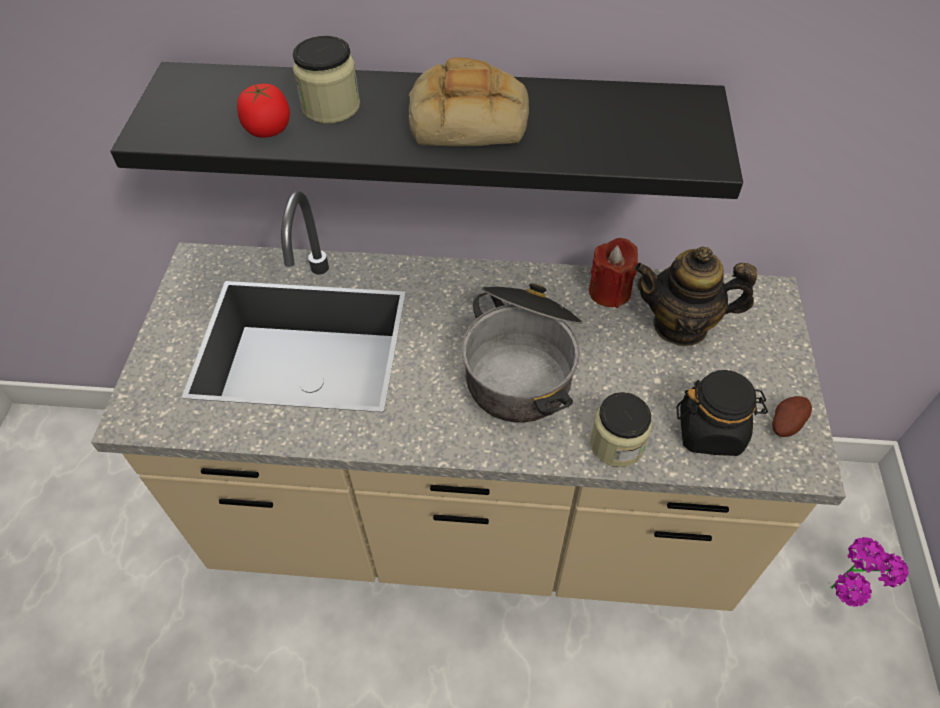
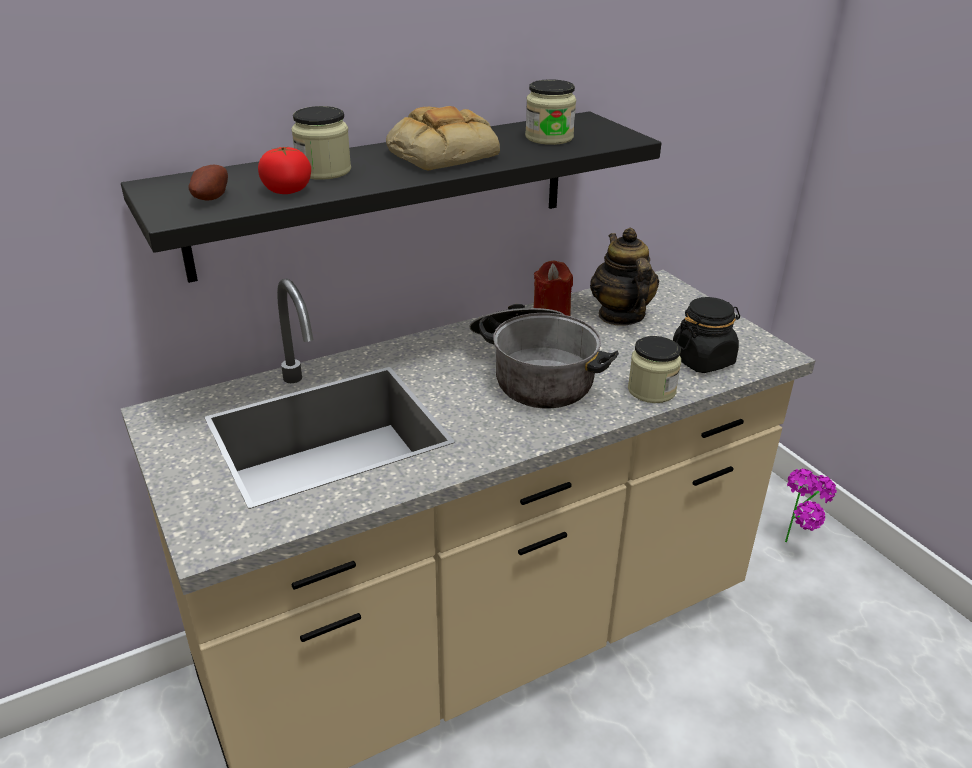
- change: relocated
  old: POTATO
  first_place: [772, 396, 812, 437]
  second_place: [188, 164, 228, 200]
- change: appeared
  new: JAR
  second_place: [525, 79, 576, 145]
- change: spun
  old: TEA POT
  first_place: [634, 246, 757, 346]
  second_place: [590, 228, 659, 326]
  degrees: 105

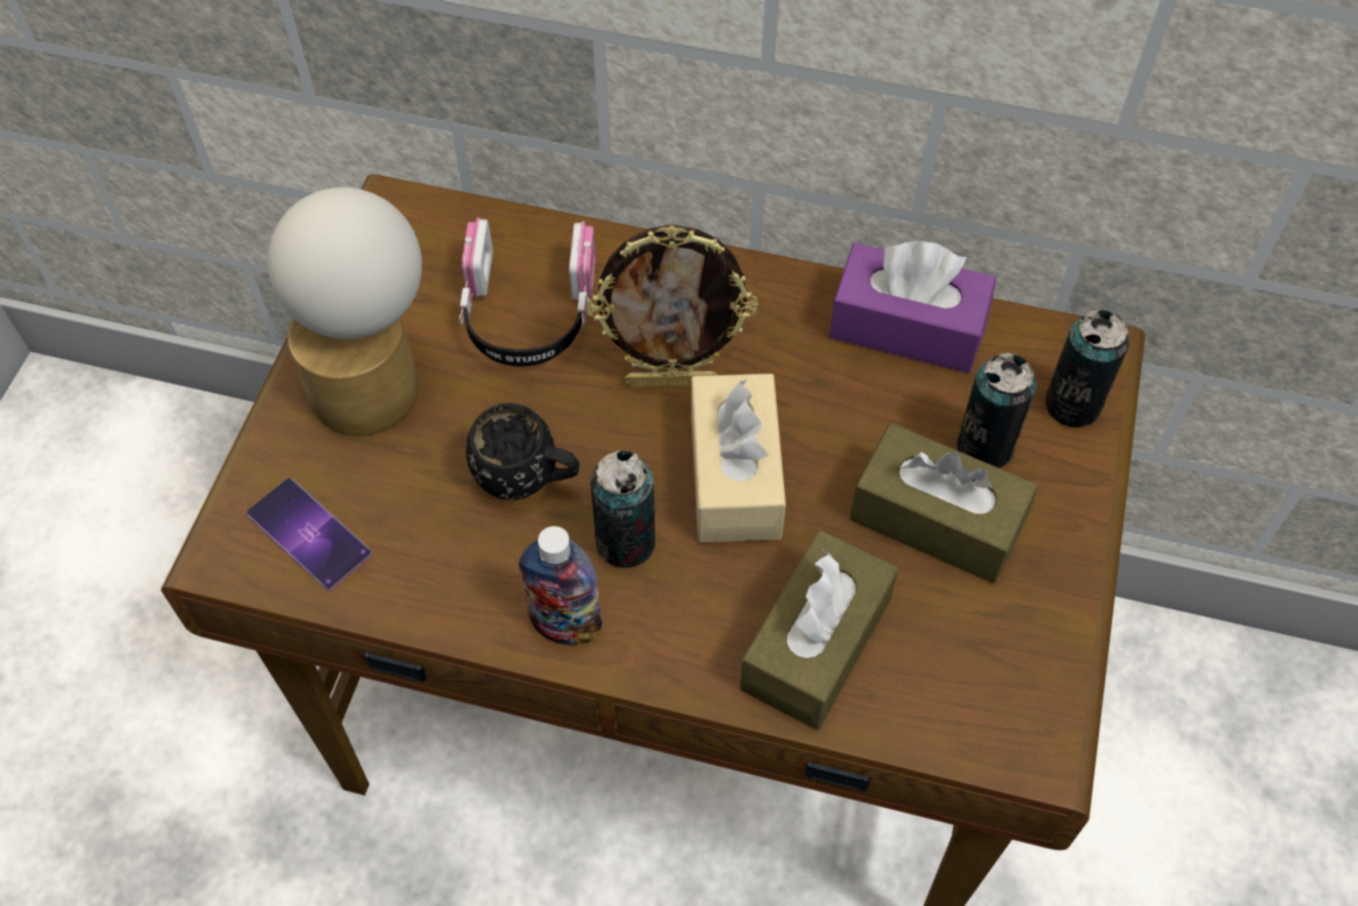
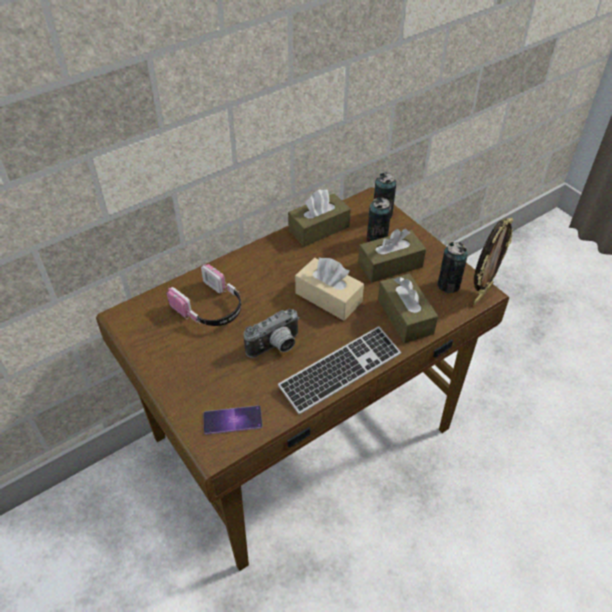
- change: exchanged
  old: BLACK-COLOURED MUG
  new: PHOTO CAMERA
  first_place: [466, 403, 579, 500]
  second_place: [243, 309, 299, 358]
- change: exchanged
  old: BOTTLE
  new: KEYBOARD
  first_place: [519, 526, 602, 645]
  second_place: [278, 326, 401, 415]
- change: colour
  old: PURPLISH BOX OF TISSUES
  new: BROWN-COLOURED BOX OF TISSUES
  first_place: [829, 241, 996, 373]
  second_place: [288, 189, 351, 247]
- change: relocated
  old: METAL CAN
  first_place: [591, 450, 656, 568]
  second_place: [438, 242, 468, 293]
- change: relocated
  old: STANDING FRAME
  first_place: [586, 224, 758, 388]
  second_place: [474, 217, 513, 306]
- change: missing
  old: TABLETOP LAMP
  first_place: [268, 187, 422, 436]

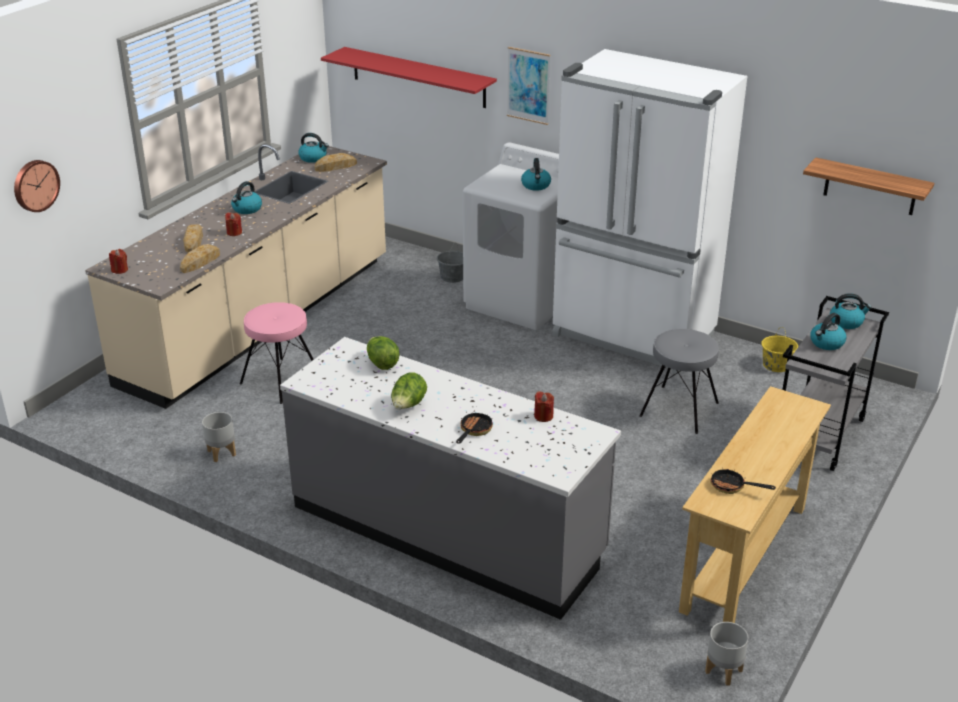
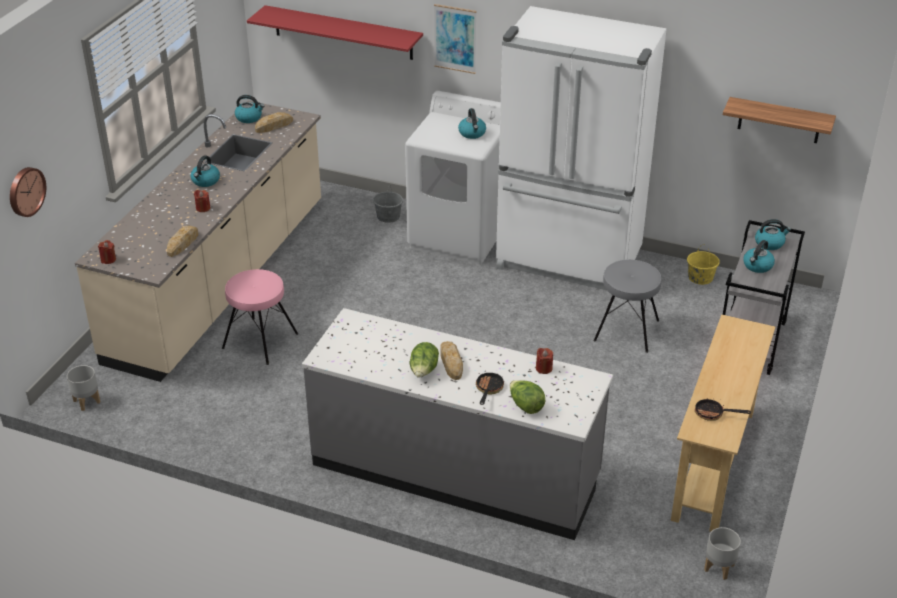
- change: relocated
  old: GRAY FLOWER POT
  first_place: [202, 412, 236, 462]
  second_place: [67, 365, 101, 411]
- change: relocated
  old: BAKERY BREAD
  first_place: [183, 224, 203, 253]
  second_place: [440, 341, 463, 380]
- change: relocated
  old: LETTUCE
  first_place: [367, 336, 400, 370]
  second_place: [510, 380, 545, 414]

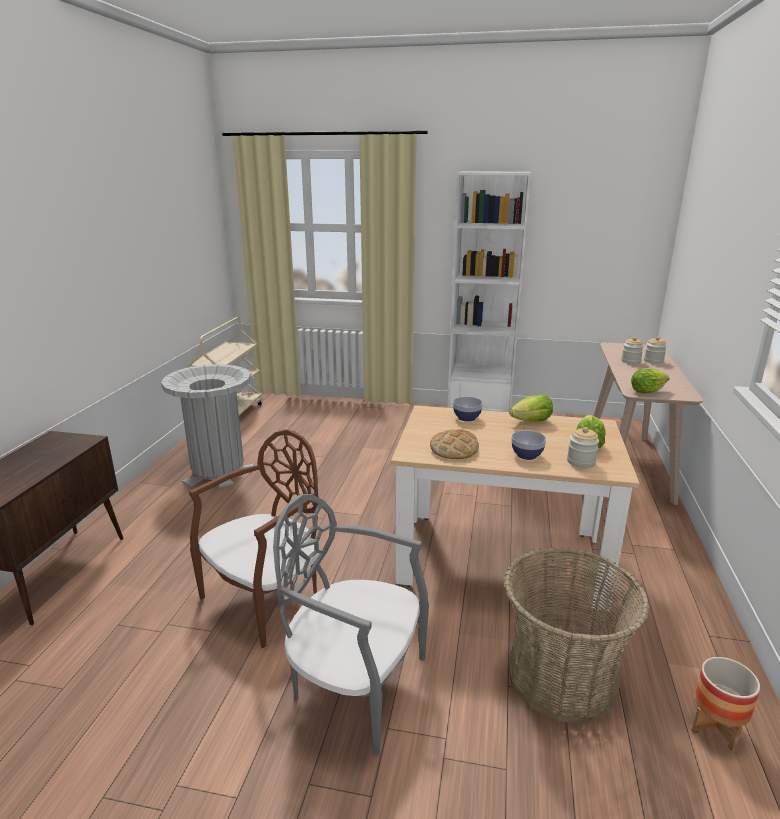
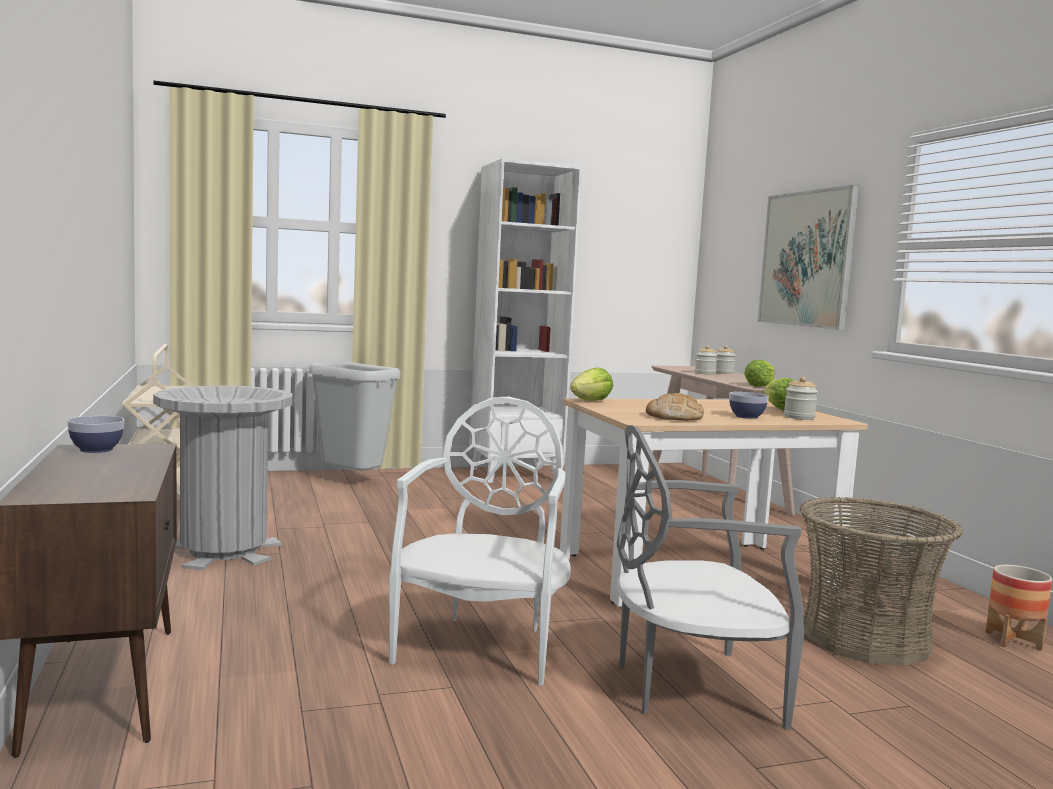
- change: relocated
  old: BOWL
  first_place: [453, 397, 483, 422]
  second_place: [67, 416, 124, 453]
- change: appeared
  new: GRAY WASTE BIN
  second_place: [309, 362, 401, 471]
- change: colour
  old: BROWN-COLOURED UPRIGHT CHAIR
  new: WHITE-COLOURED UPRIGHT CHAIR
  first_place: [189, 429, 319, 648]
  second_place: [389, 397, 571, 686]
- change: relocated
  old: LETTUCE
  first_place: [509, 394, 553, 422]
  second_place: [570, 368, 613, 401]
- change: appeared
  new: WALL PICTURE
  second_place: [758, 185, 859, 330]

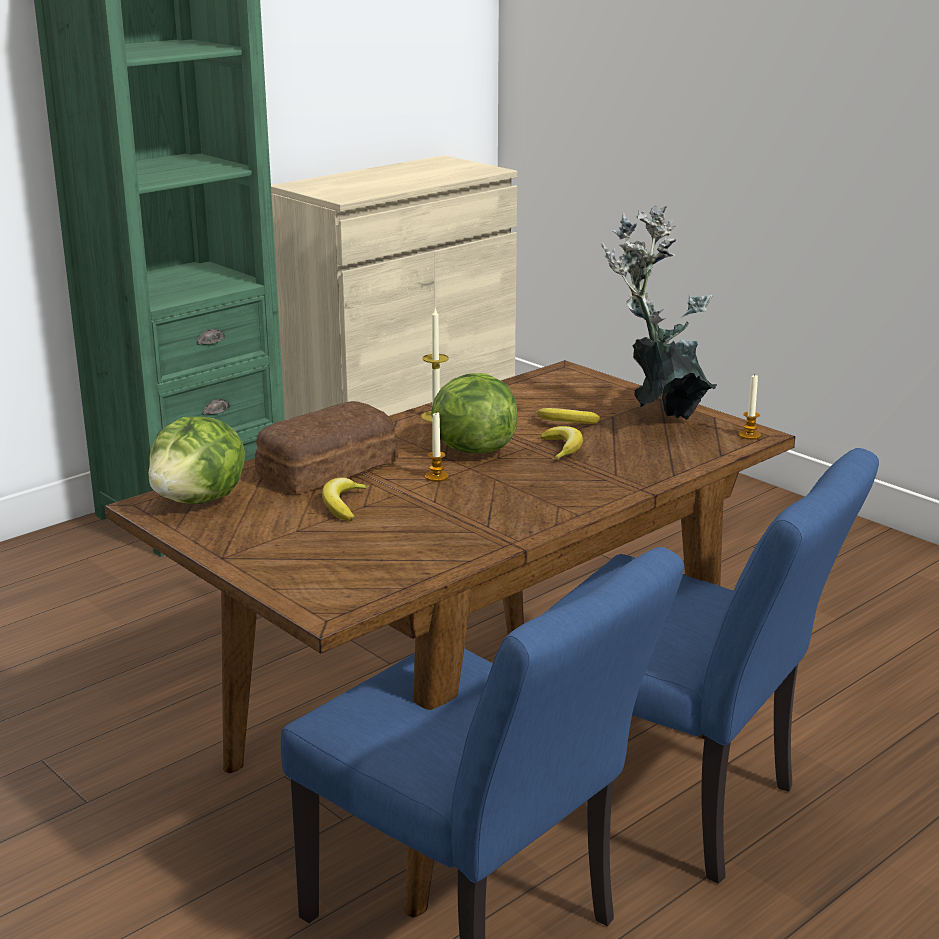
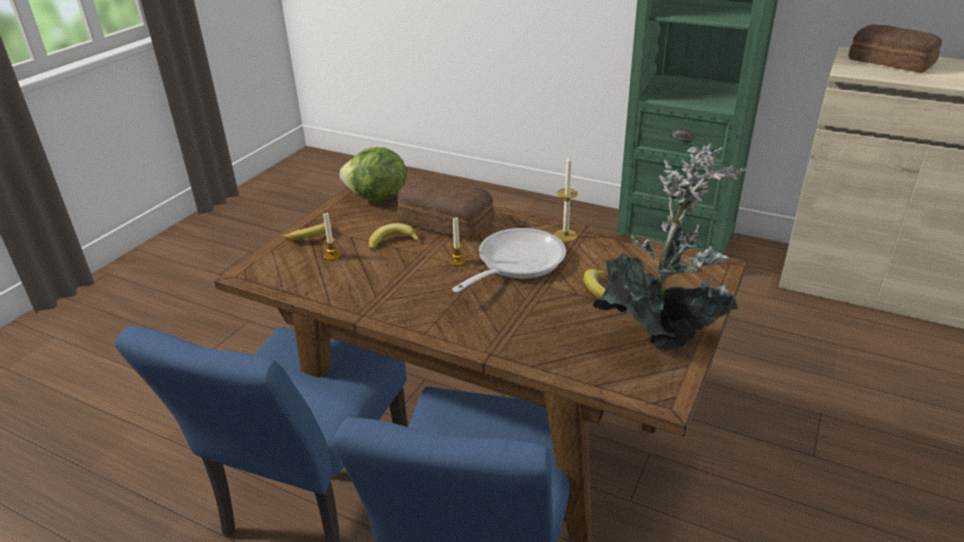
- change: relocated
  old: WHOLE BANANA
  first_place: [540, 426, 583, 460]
  second_place: [282, 223, 332, 240]
- change: relocated
  old: WAX LIGHT
  first_place: [739, 375, 761, 440]
  second_place: [323, 212, 341, 260]
- change: exchanged
  old: LETTUCE
  new: PAN
  first_place: [431, 373, 518, 453]
  second_place: [452, 228, 566, 293]
- change: appeared
  new: BAKERY BREAD
  second_place: [848, 25, 942, 73]

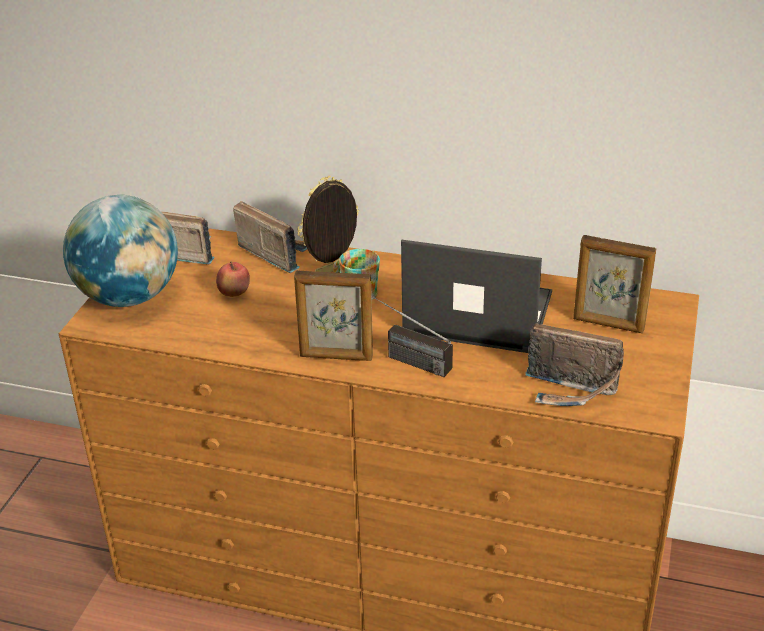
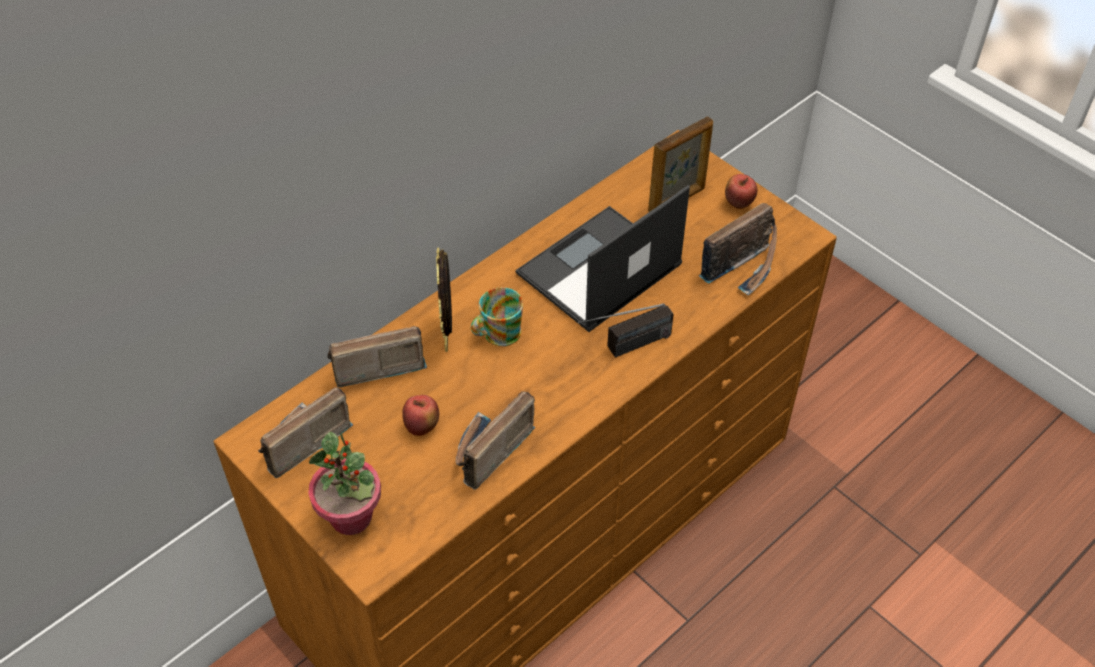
- change: exchanged
  old: DESK GLOBE
  new: POTTED PLANT
  first_place: [63, 195, 178, 307]
  second_place: [308, 432, 381, 535]
- change: appeared
  new: RADIO SET
  second_place: [456, 391, 535, 490]
- change: appeared
  new: WHOLE APPLE
  second_place: [725, 174, 757, 209]
- change: missing
  old: STANDING FRAME
  first_place: [294, 270, 373, 361]

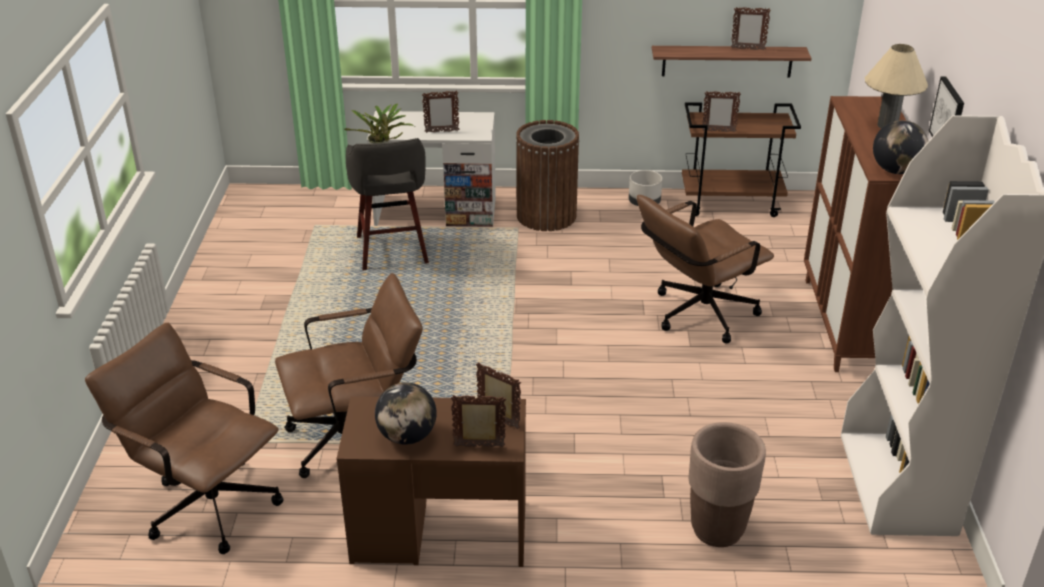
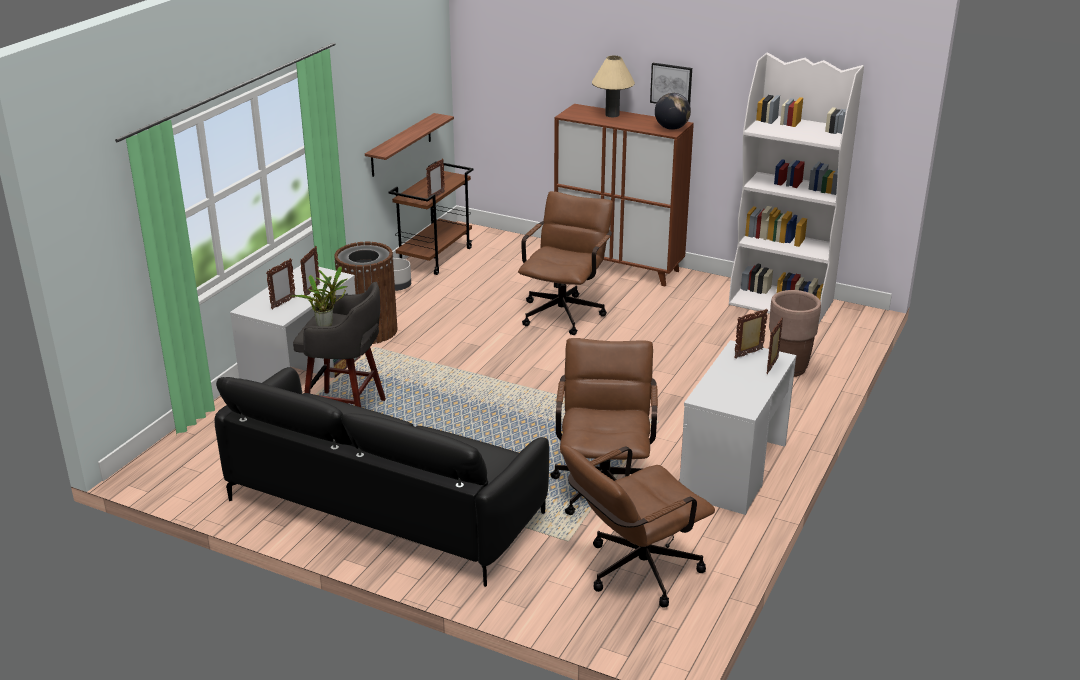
- change: appeared
  new: BLACK-COLOURED SETTEE
  second_place: [214, 367, 549, 587]
- change: relocated
  old: STANDING FRAME
  first_place: [731, 7, 771, 50]
  second_place: [266, 258, 295, 310]
- change: spun
  old: BROWN-COLOURED DESK CHAIR
  first_place: [637, 195, 774, 344]
  second_place: [518, 191, 613, 335]
  degrees: -150
- change: colour
  old: BROWN-COLOURED DESK TABLE
  new: WHITE-COLOURED DESK TABLE
  first_place: [336, 396, 526, 567]
  second_place: [680, 340, 796, 515]
- change: missing
  old: DESK GLOBE
  first_place: [375, 382, 437, 445]

